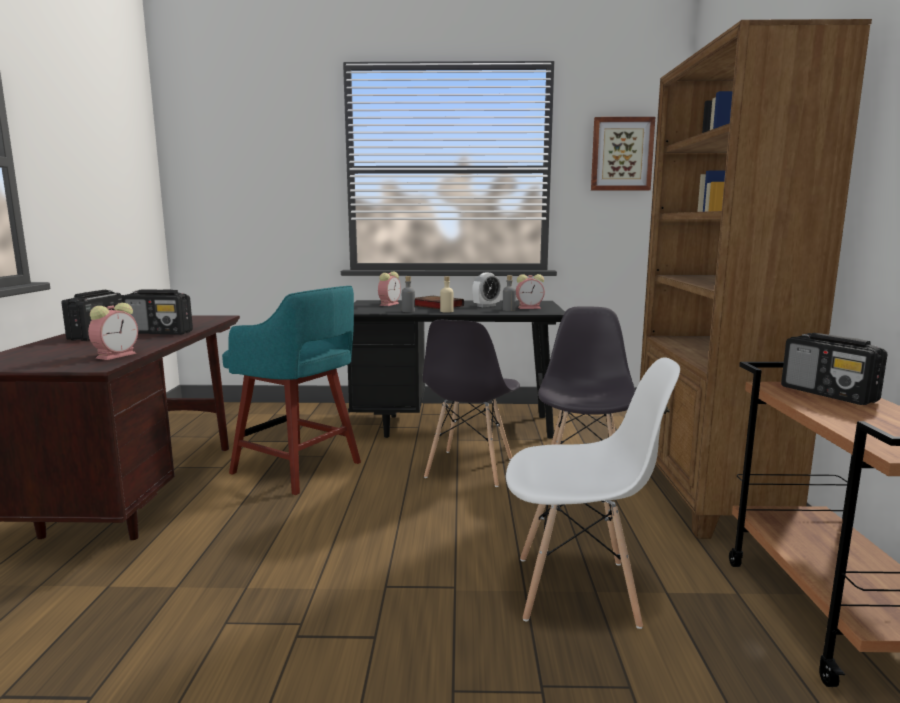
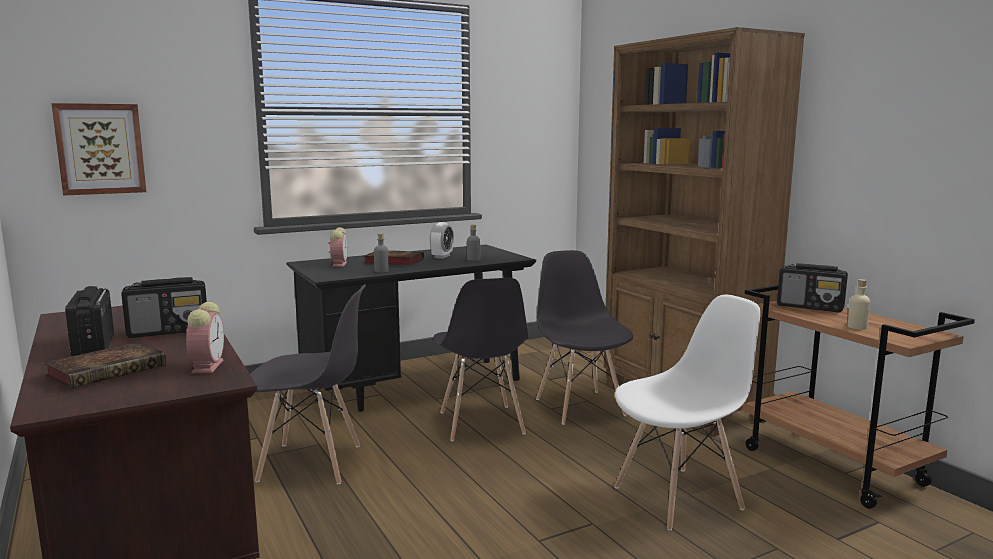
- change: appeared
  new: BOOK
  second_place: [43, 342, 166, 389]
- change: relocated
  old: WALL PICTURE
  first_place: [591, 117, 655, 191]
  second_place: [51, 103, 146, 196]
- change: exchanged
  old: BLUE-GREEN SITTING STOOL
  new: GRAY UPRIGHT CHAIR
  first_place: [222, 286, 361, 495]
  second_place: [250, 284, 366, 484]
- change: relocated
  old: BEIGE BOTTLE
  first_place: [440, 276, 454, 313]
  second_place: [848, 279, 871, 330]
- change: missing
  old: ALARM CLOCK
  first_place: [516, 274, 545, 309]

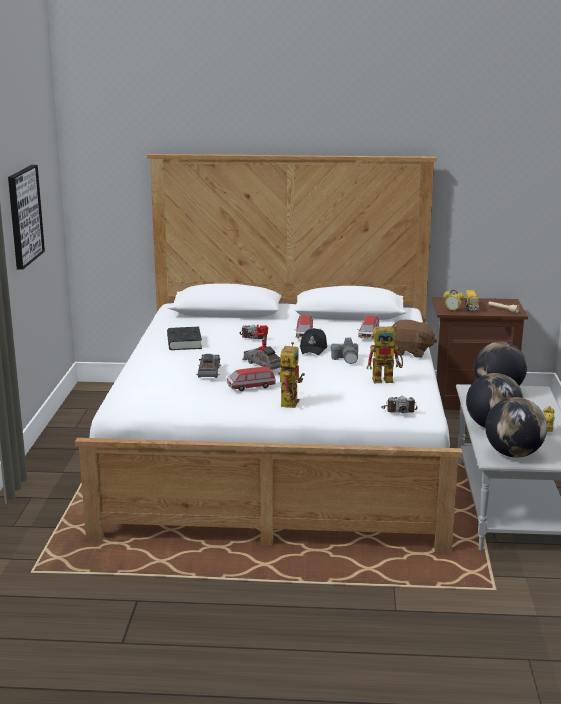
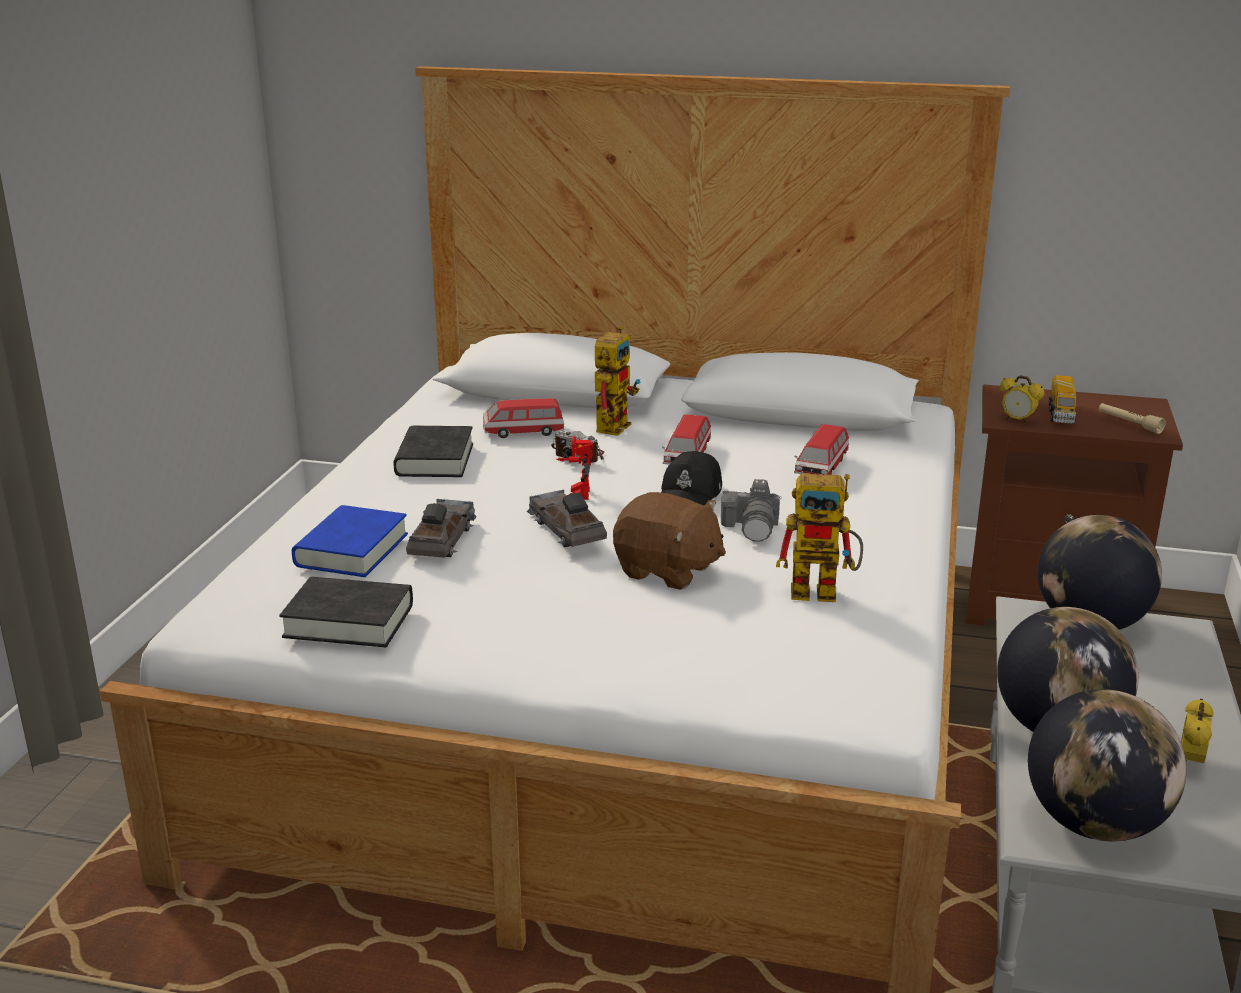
- change: appeared
  new: BLACK-COLOURED BOOK
  second_place: [279, 577, 413, 647]
- change: appeared
  new: BLUE-COLOURED BOOK
  second_place: [292, 505, 408, 577]
- change: relocated
  old: MINIATURE CAR
  first_place: [227, 367, 276, 391]
  second_place: [483, 398, 564, 438]
- change: relocated
  old: ROBOT FIGURE
  first_place: [278, 342, 305, 408]
  second_place: [595, 326, 640, 436]
- change: relocated
  old: BROWN-COLOURED PLUSH TOY
  first_place: [392, 320, 437, 358]
  second_place: [613, 492, 726, 590]
- change: missing
  old: WALL PICTURE
  first_place: [8, 165, 45, 270]
- change: missing
  old: PHOTO CAMERA
  first_place: [381, 396, 418, 413]

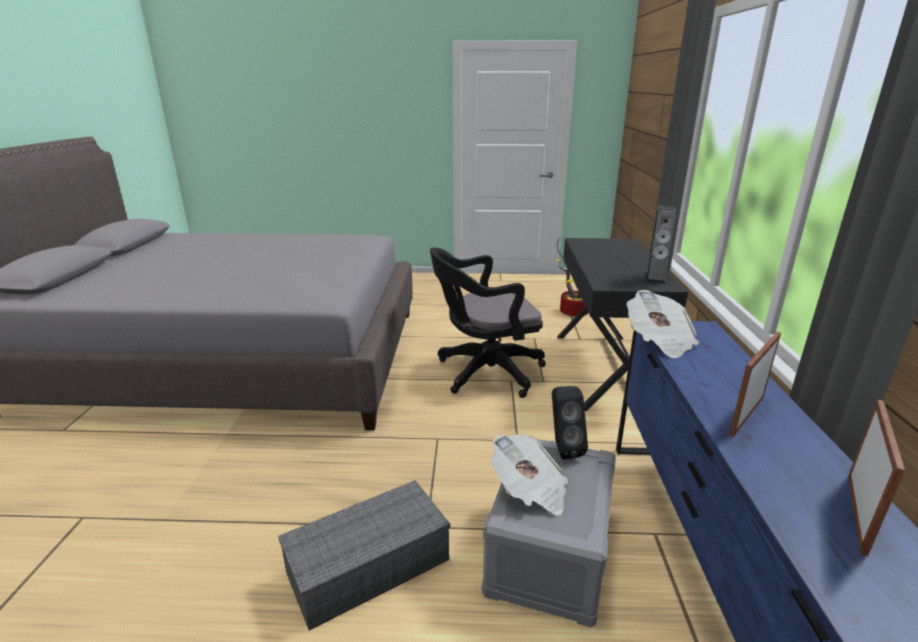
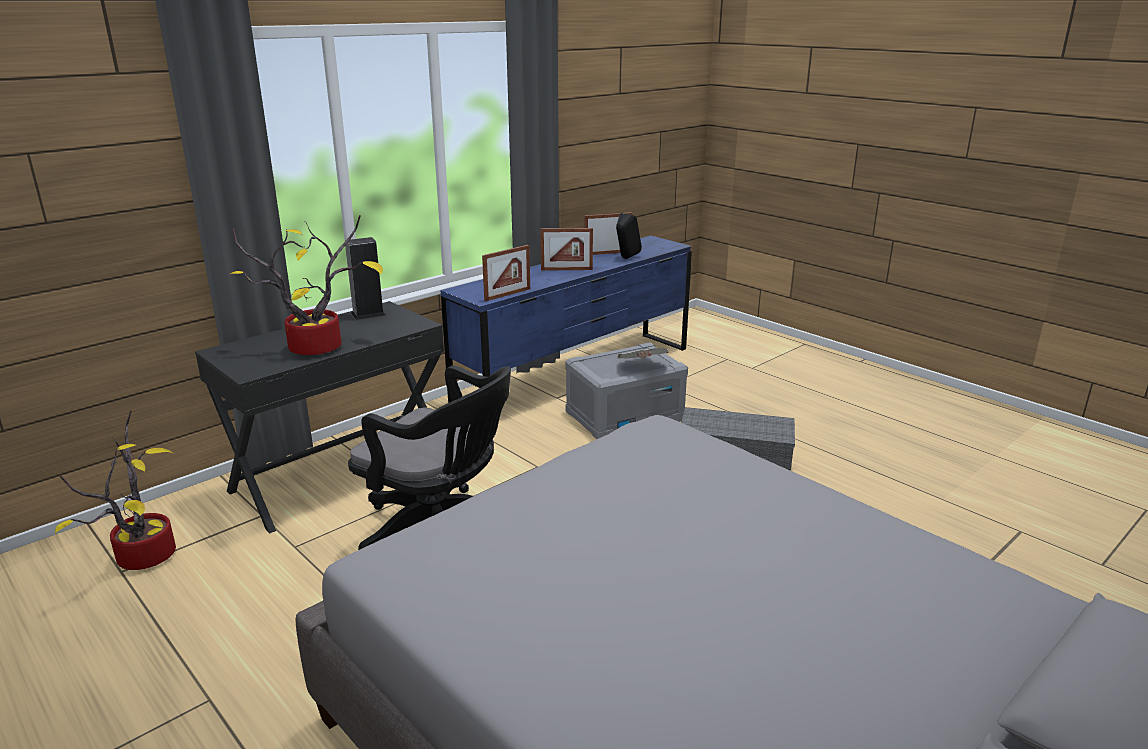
- change: appeared
  new: POTTED PLANT
  second_place: [230, 215, 383, 355]
- change: exchanged
  old: NEWSPAPER
  new: STANDING FRAME
  first_place: [626, 290, 699, 358]
  second_place: [482, 245, 530, 301]
- change: relocated
  old: BLACK-COLOURED SPEAKER
  first_place: [552, 386, 588, 460]
  second_place: [616, 213, 642, 259]

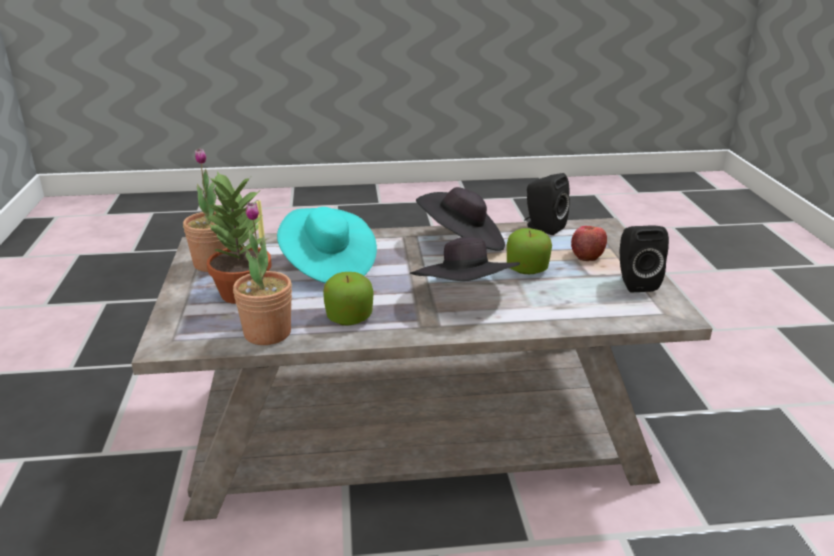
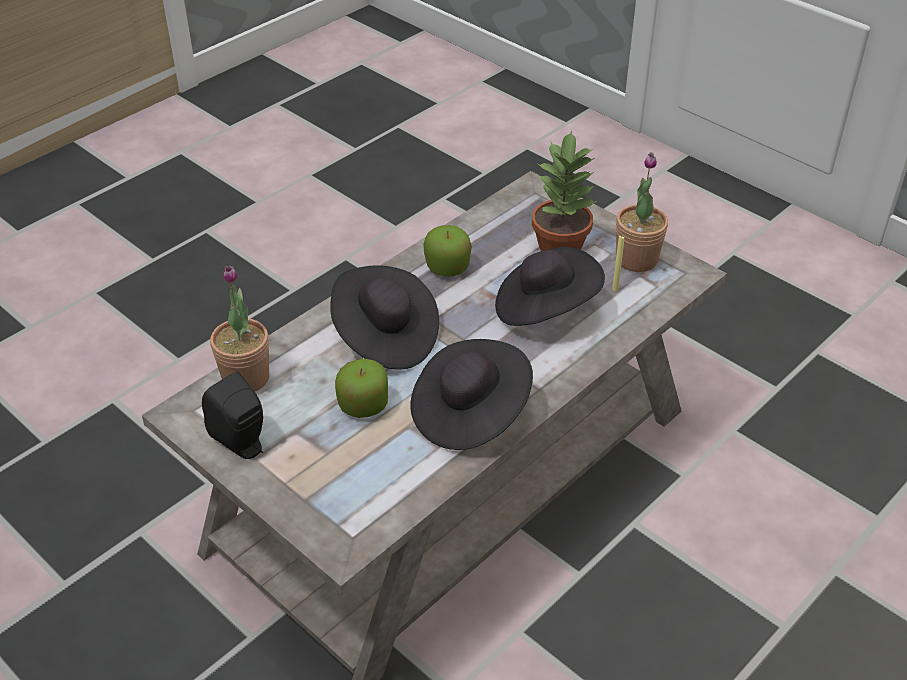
- change: relocated
  old: POTTED PLANT
  first_place: [233, 202, 292, 345]
  second_place: [210, 265, 269, 392]
- change: colour
  old: BLUE-GREEN CLOTHING HAT
  new: BLACK-COLOURED CLOTHING HAT
  first_place: [277, 207, 377, 283]
  second_place: [495, 247, 605, 326]
- change: missing
  old: BLACK-COLOURED SPEAKER
  first_place: [524, 173, 570, 235]
- change: missing
  old: WHOLE APPLE
  first_place: [571, 226, 607, 261]

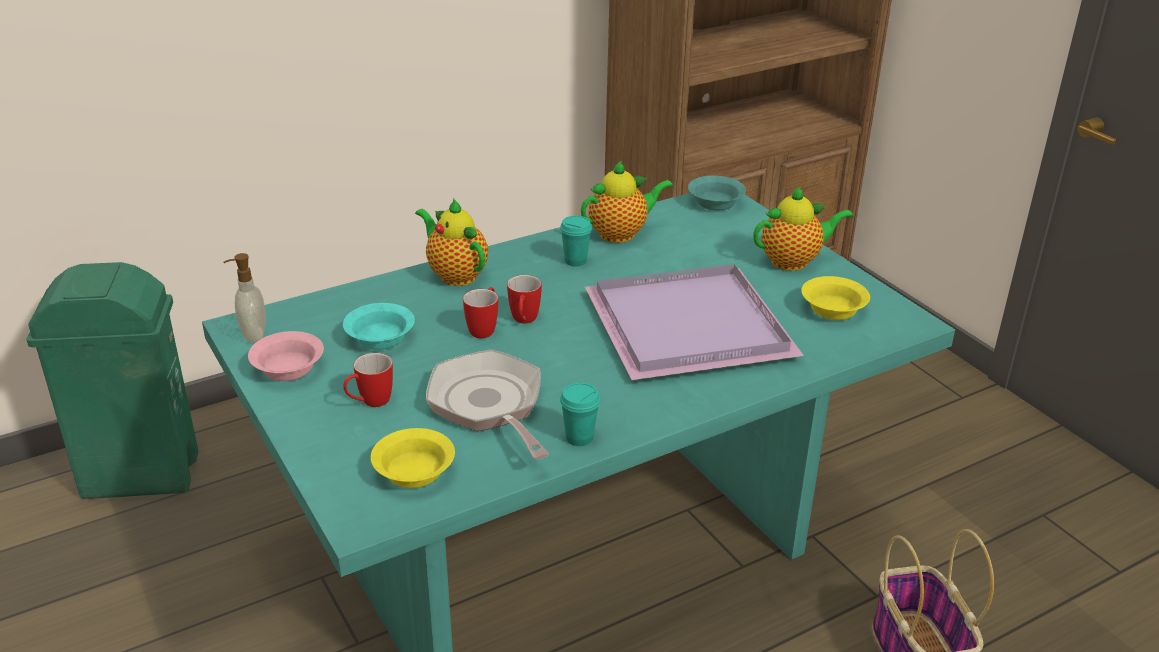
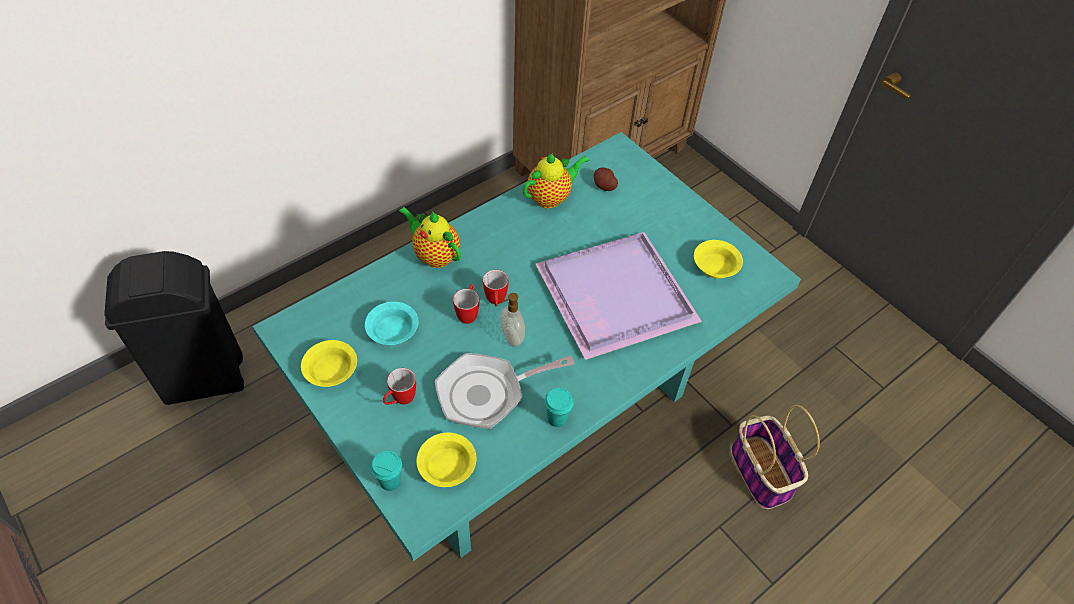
- change: colour
  old: GREENISH WASTE BIN
  new: BLACK-COLOURED WASTE BIN
  first_place: [26, 262, 199, 499]
  second_place: [104, 251, 244, 405]
- change: colour
  old: PINKISH BOWL
  new: YELLOW BOWL
  first_place: [248, 331, 324, 381]
  second_place: [301, 340, 357, 387]
- change: relocated
  old: BLUE-GREEN CUP
  first_place: [560, 216, 592, 267]
  second_place: [371, 451, 402, 491]
- change: spun
  old: PAN
  first_place: [426, 349, 549, 459]
  second_place: [435, 353, 575, 429]
  degrees: -75
- change: relocated
  old: SOAP DISPENSER
  first_place: [223, 253, 266, 343]
  second_place: [500, 293, 525, 347]
- change: appeared
  new: POTATO
  second_place: [594, 167, 618, 191]
- change: missing
  old: BLUE-GREEN BOWL
  first_place: [688, 176, 746, 210]
- change: missing
  old: TEA POT
  first_place: [753, 186, 853, 271]

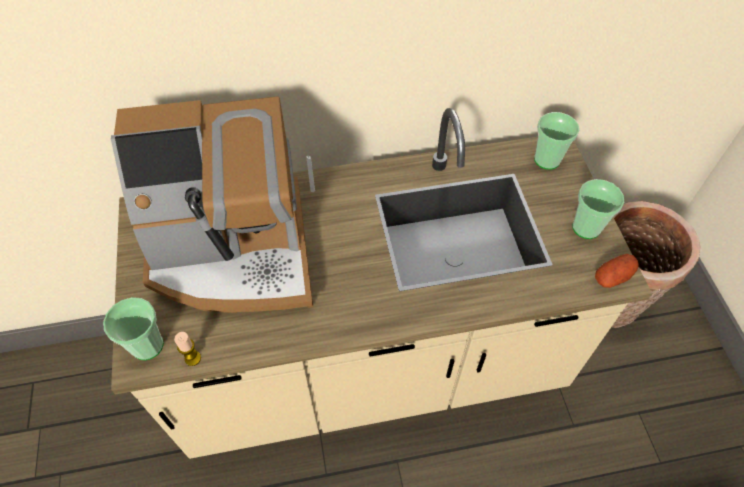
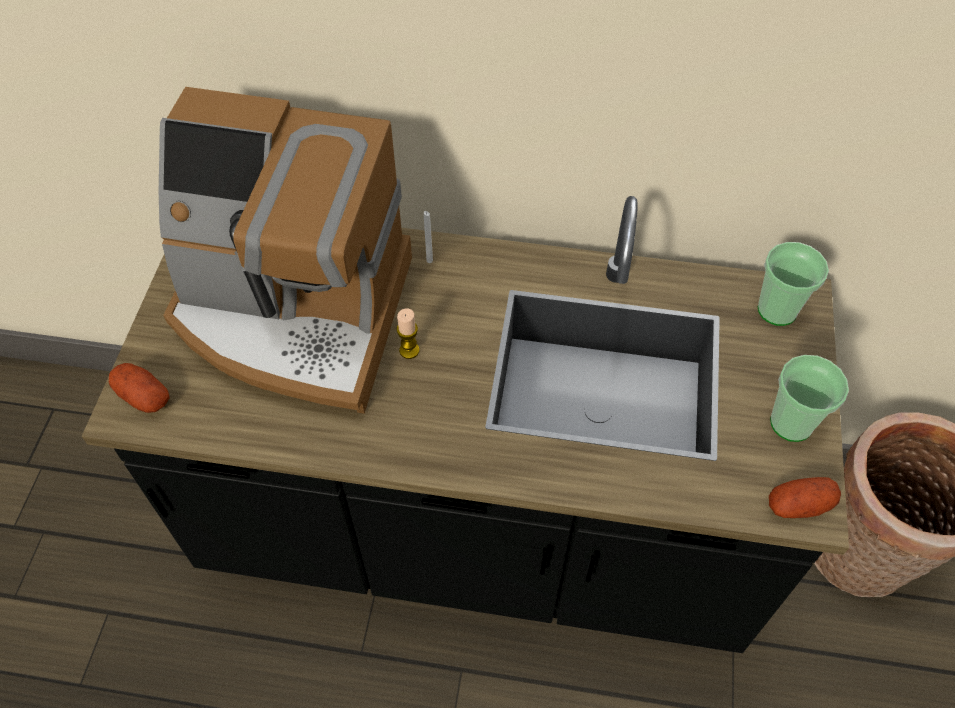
- change: colour
  old: BEIGE KITCHEN BASE UNIT
  new: BLACK-COLOURED KITCHEN BASE UNIT
  first_place: [111, 108, 652, 459]
  second_place: [82, 196, 849, 653]
- change: exchanged
  old: CUP
  new: POTATO
  first_place: [103, 297, 164, 360]
  second_place: [109, 363, 170, 413]
- change: relocated
  old: WAX LIGHT
  first_place: [174, 332, 201, 366]
  second_place: [396, 308, 420, 359]

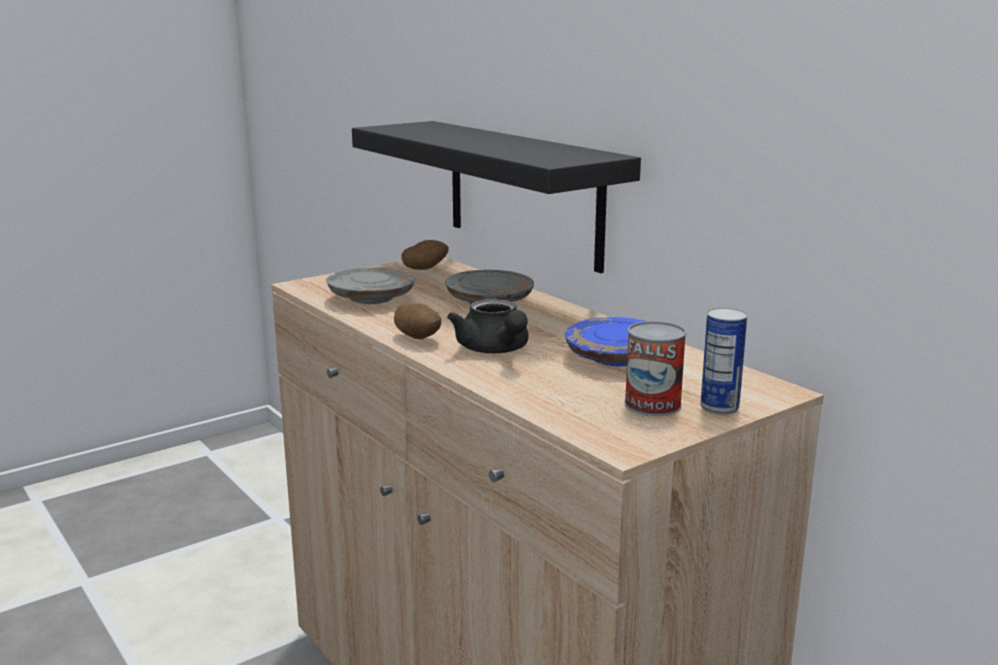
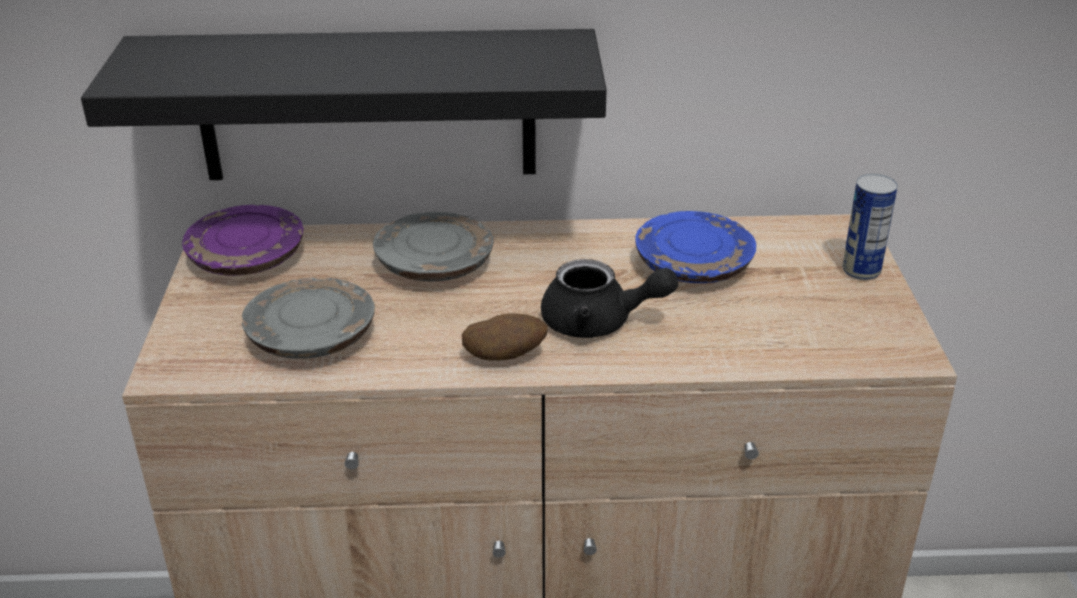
- change: exchanged
  old: POTATO
  new: PURPLISH DINNER PLATE
  first_place: [401, 240, 449, 270]
  second_place: [182, 205, 304, 276]
- change: missing
  old: METAL CAN
  first_place: [624, 321, 686, 416]

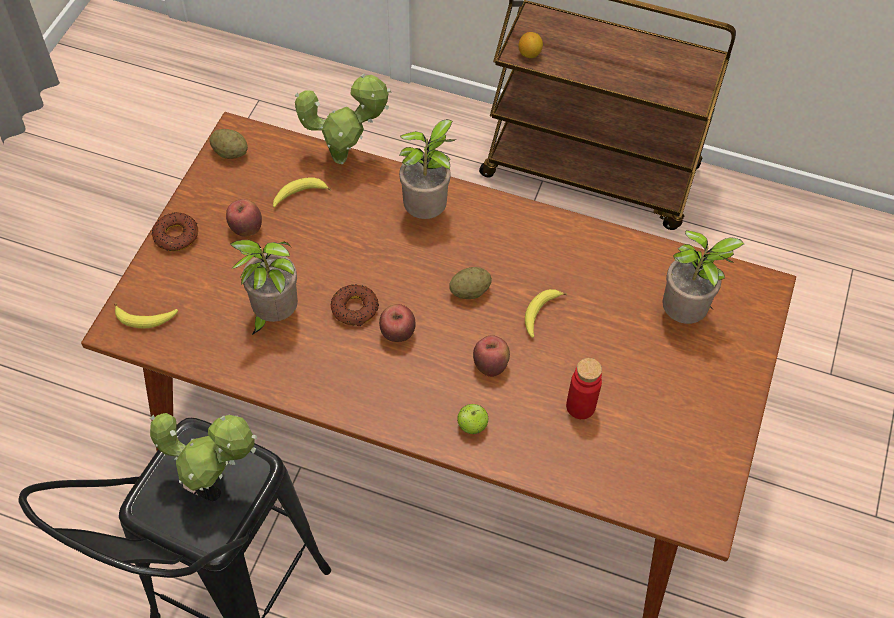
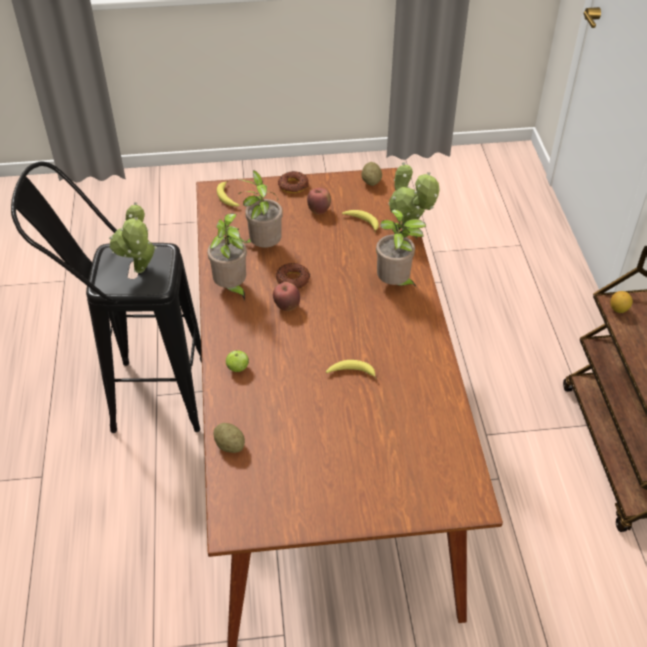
- change: relocated
  old: POTTED PLANT
  first_place: [662, 230, 744, 324]
  second_place: [207, 214, 247, 301]
- change: relocated
  old: POTATO
  first_place: [449, 267, 492, 299]
  second_place: [214, 423, 245, 453]
- change: missing
  old: WHOLE APPLE
  first_place: [473, 335, 510, 377]
- change: missing
  old: REDDISH BOTTLE
  first_place: [566, 358, 602, 419]

